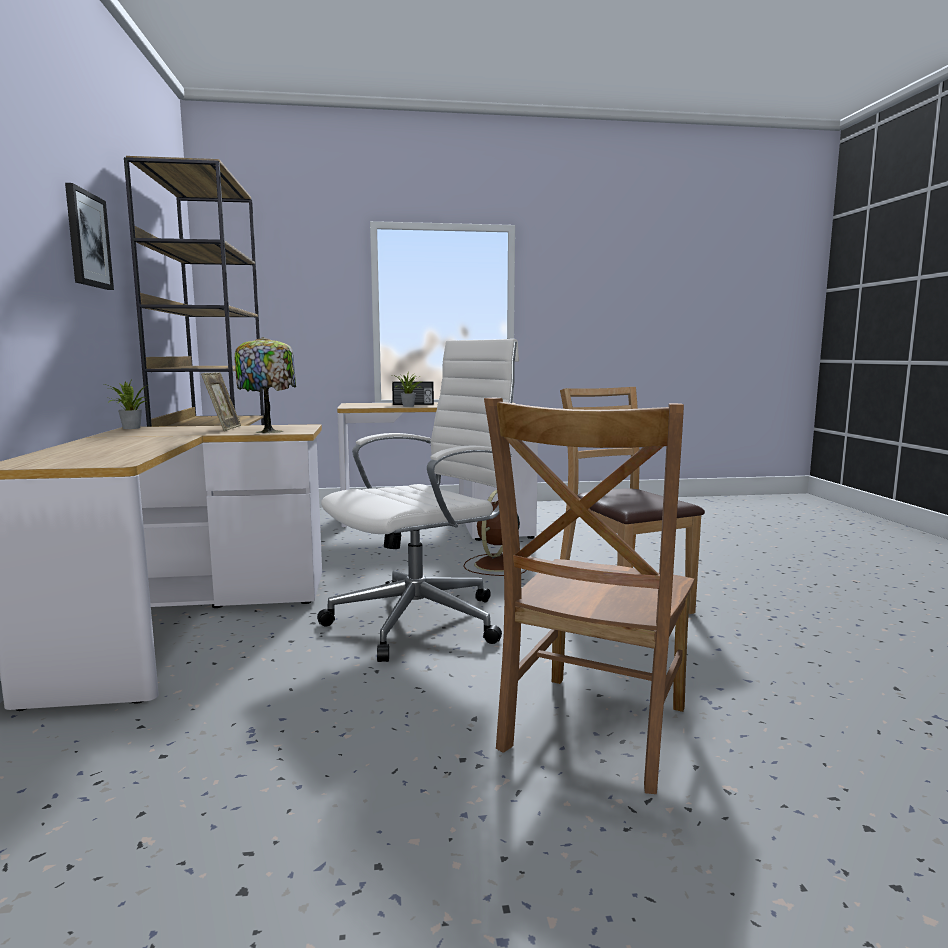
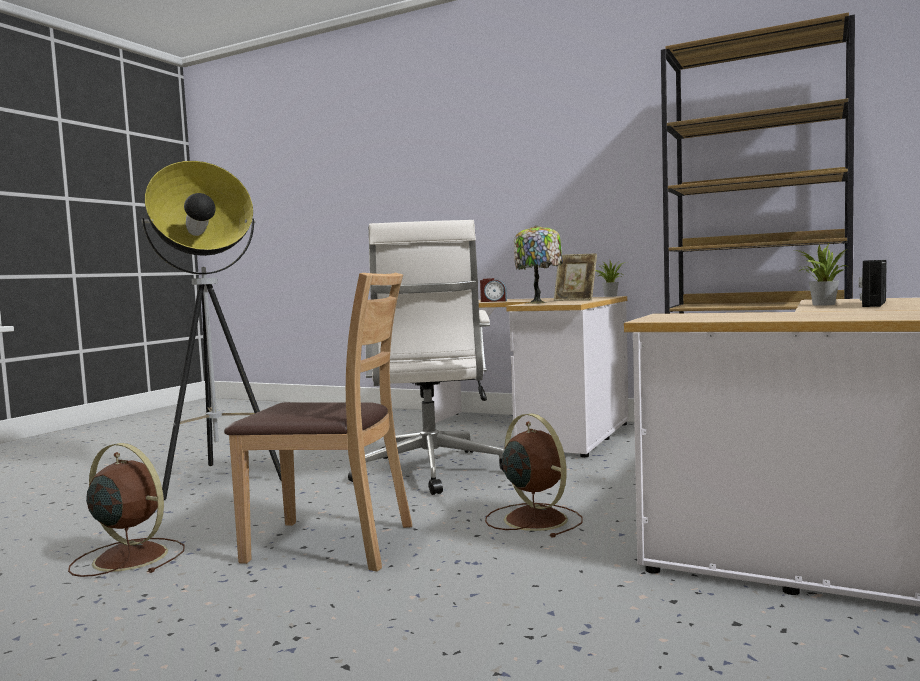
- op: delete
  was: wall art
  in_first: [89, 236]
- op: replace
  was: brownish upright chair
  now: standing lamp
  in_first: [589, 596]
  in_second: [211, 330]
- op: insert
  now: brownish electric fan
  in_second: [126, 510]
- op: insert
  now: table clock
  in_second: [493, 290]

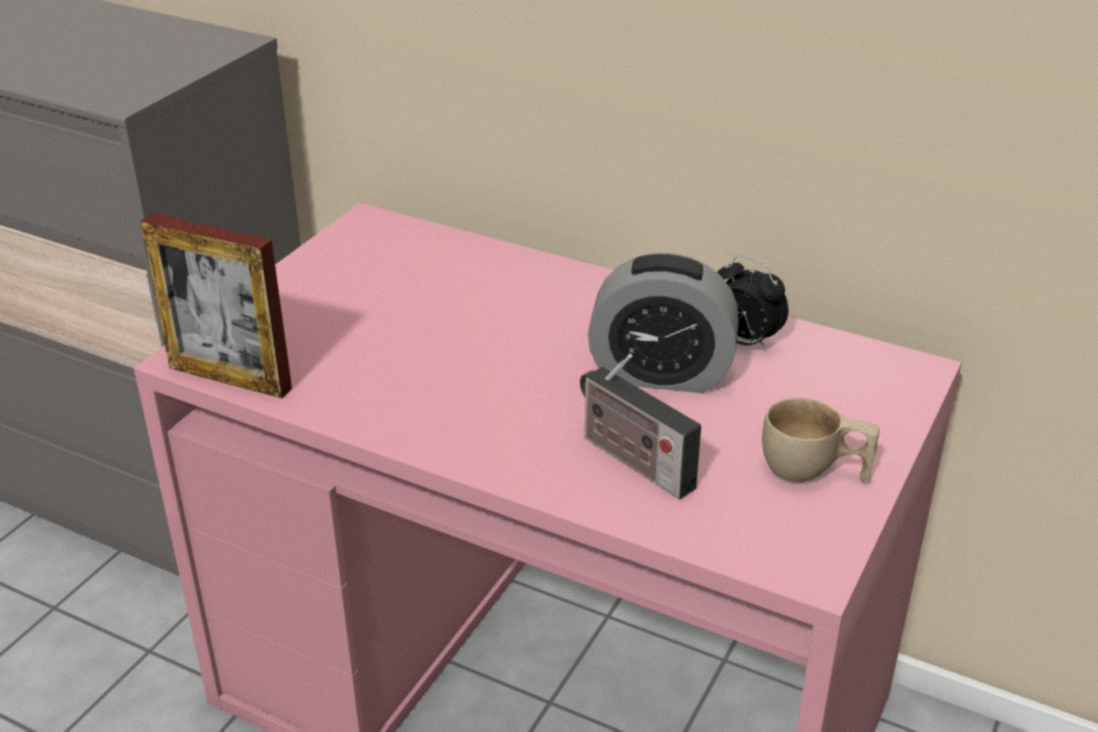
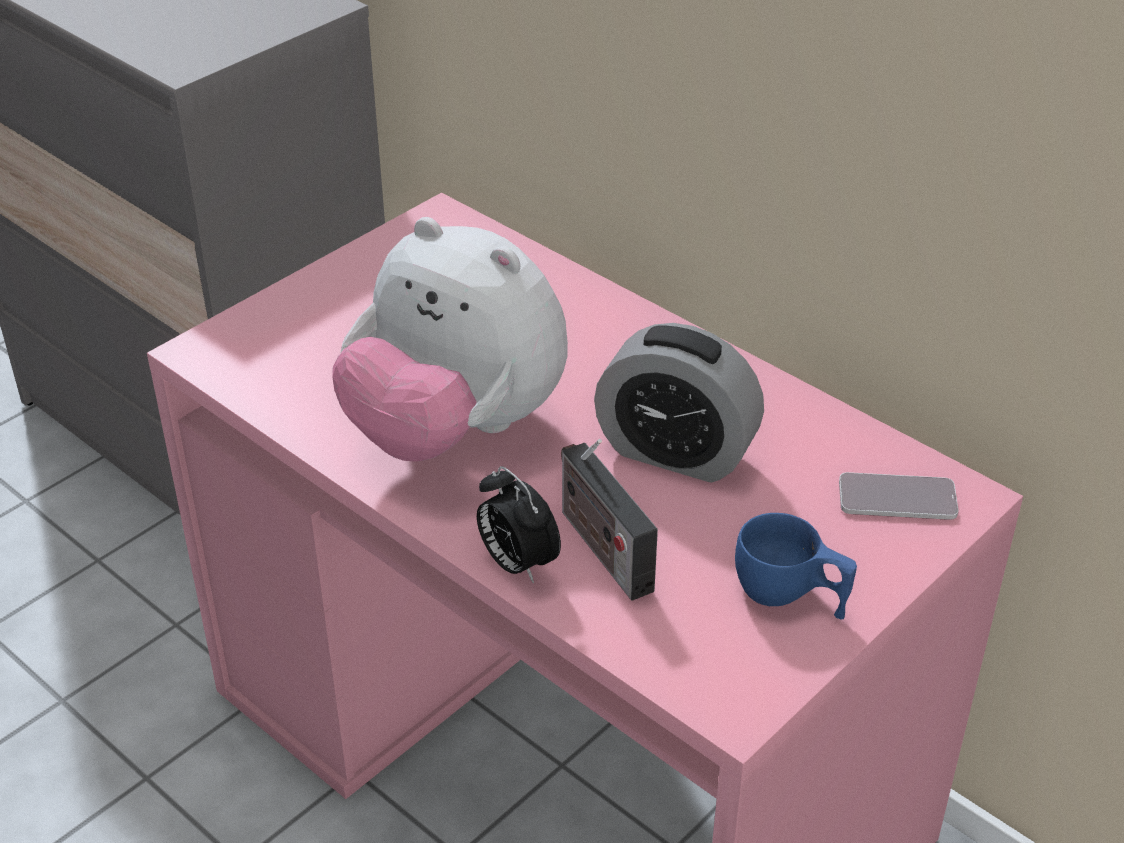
- op: delete
  was: standing frame
  in_first: [216, 305]
- op: move
  was: table clock
  in_first: [753, 304]
  in_second: [519, 524]
- op: recolor
  was: sand-coloured drinking cup
  now: blue drinking cup
  in_first: [821, 440]
  in_second: [796, 566]
- op: insert
  now: cuddly toy
  in_second: [450, 339]
- op: insert
  now: telephone
  in_second: [899, 496]

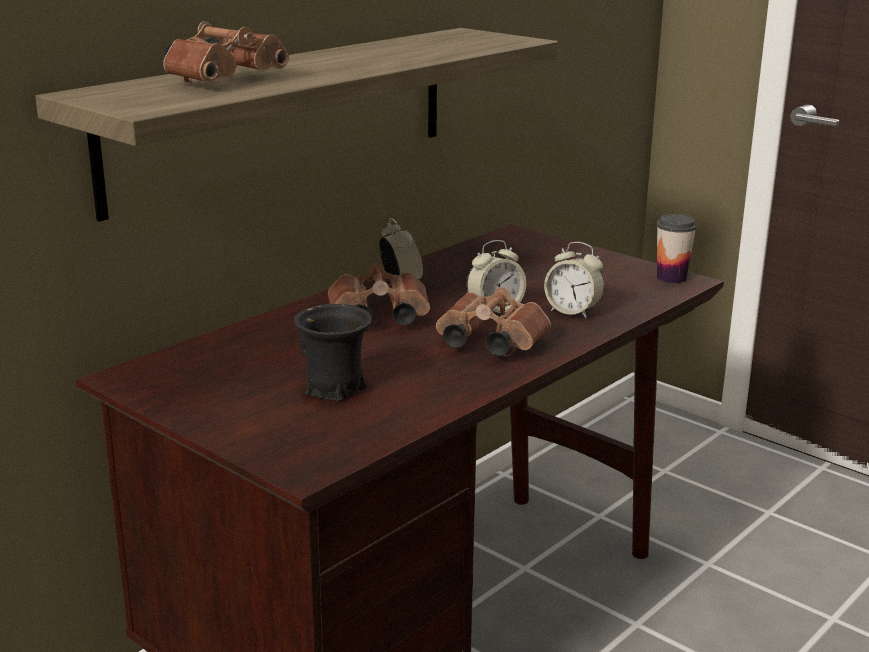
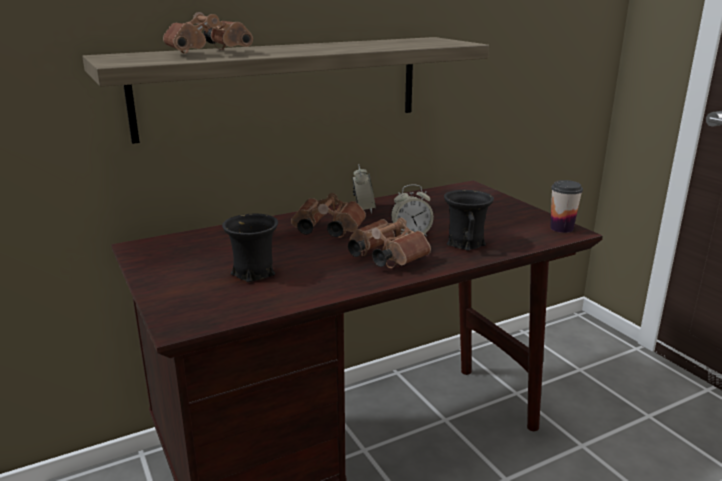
- op: replace
  was: table clock
  now: black mug
  in_first: [574, 280]
  in_second: [469, 220]

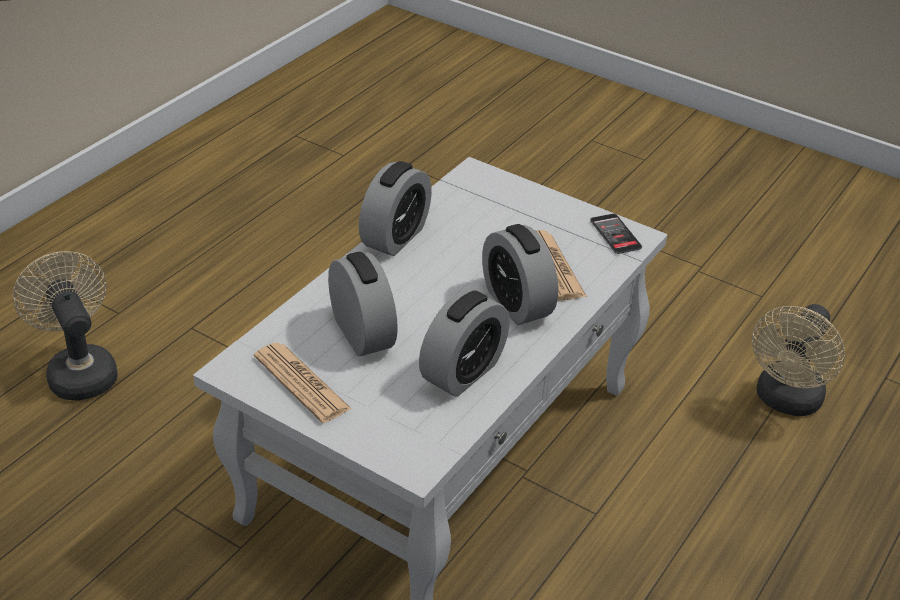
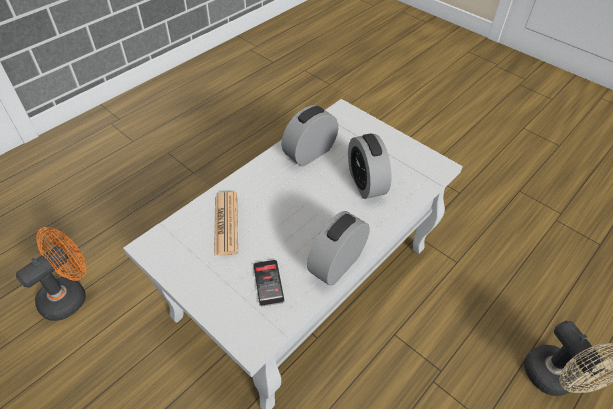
- op: delete
  was: daily paper
  in_first: [303, 383]
- op: delete
  was: table clock
  in_first: [520, 274]
- op: move
  was: telephone
  in_first: [616, 234]
  in_second: [268, 283]
- op: recolor
  was: sand-coloured electric fan
  now: orange electric fan
  in_first: [798, 360]
  in_second: [51, 274]

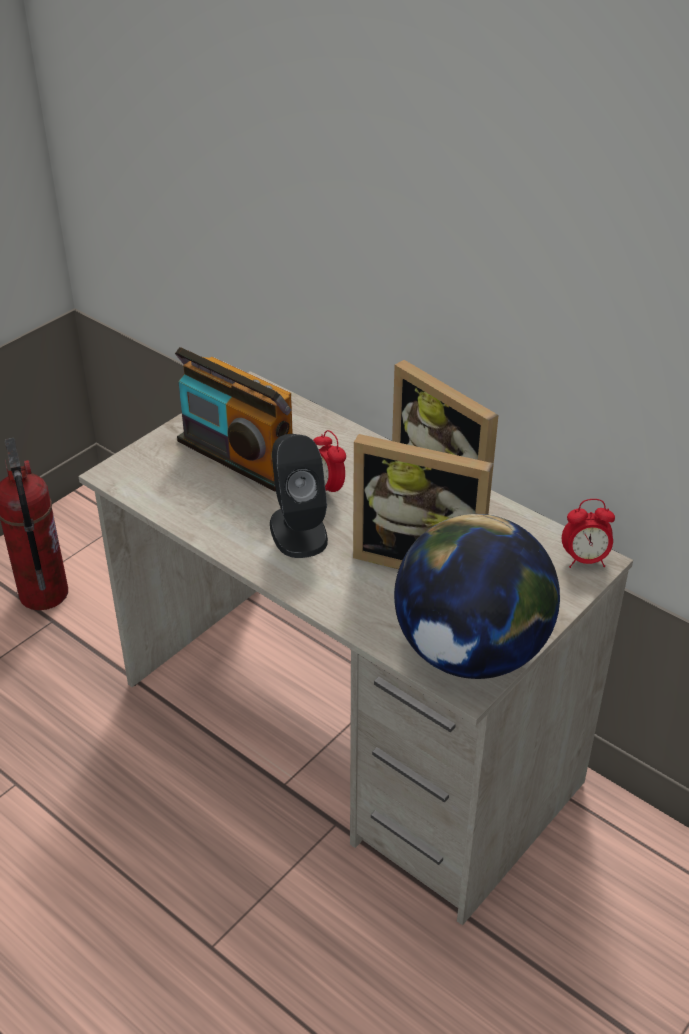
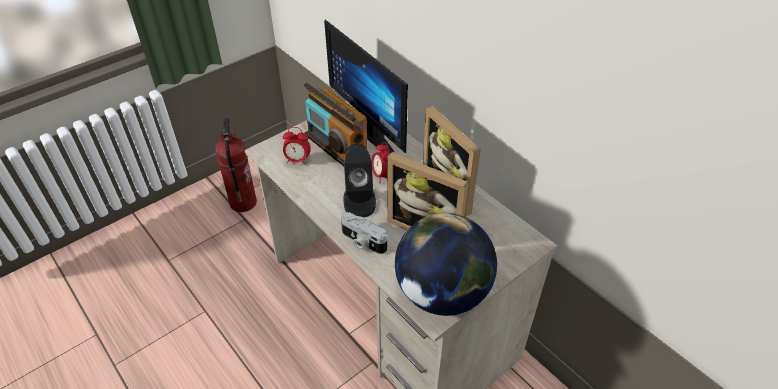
- op: move
  was: table clock
  in_first: [588, 533]
  in_second: [297, 146]
- op: insert
  now: monitor
  in_second: [366, 86]
- op: insert
  now: still camera
  in_second: [364, 233]

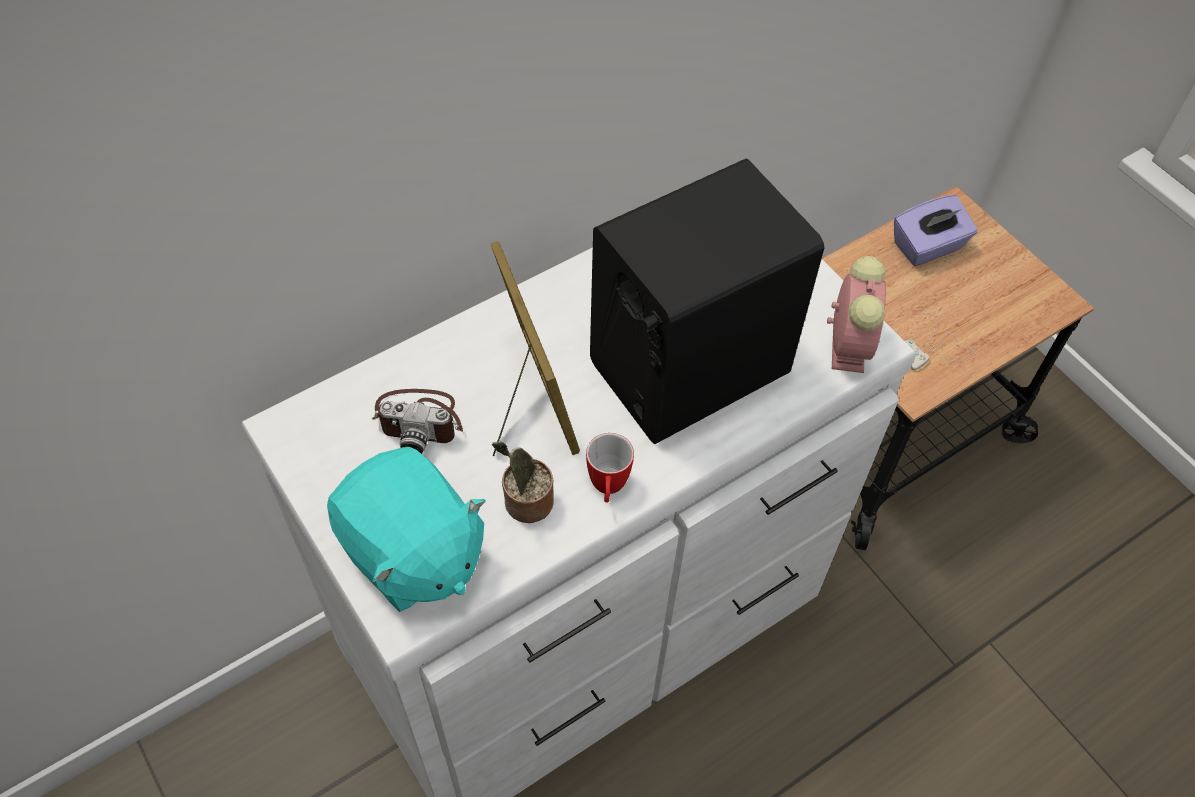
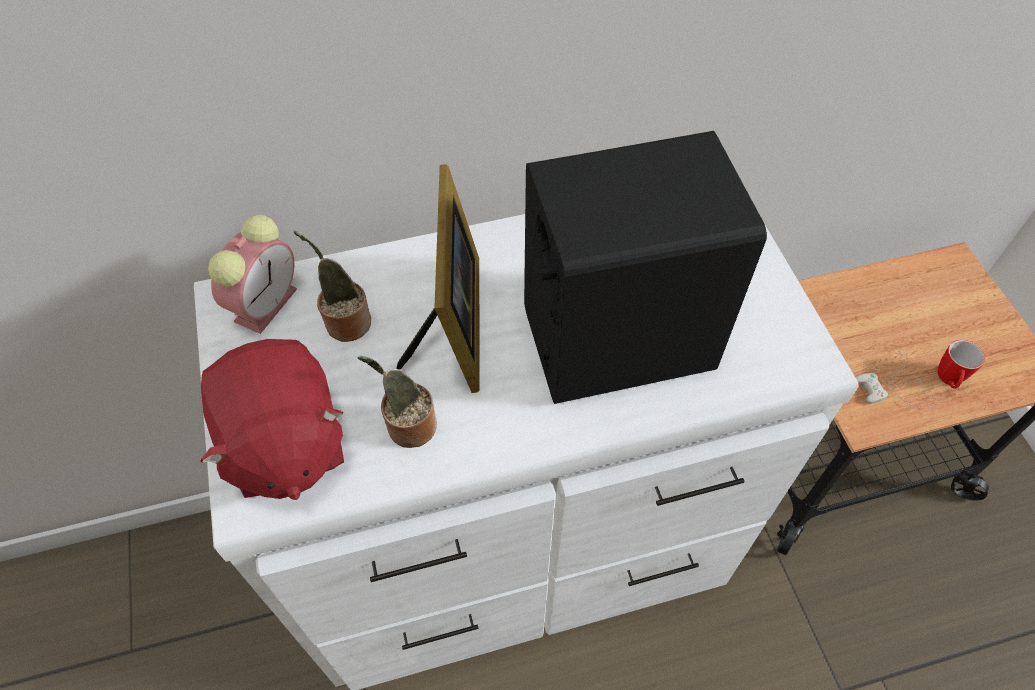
- op: recolor
  was: turquoise-coloured cuddly toy
  now: red-coloured cuddly toy
  in_first: [406, 529]
  in_second: [272, 419]
- op: replace
  was: still camera
  now: plant in a pot
  in_first: [417, 421]
  in_second: [332, 286]
- op: move
  was: mug
  in_first: [610, 468]
  in_second: [961, 364]
- op: move
  was: table clock
  in_first: [856, 314]
  in_second: [252, 274]
- op: delete
  was: purple-coloured tissue box
  in_first: [936, 230]

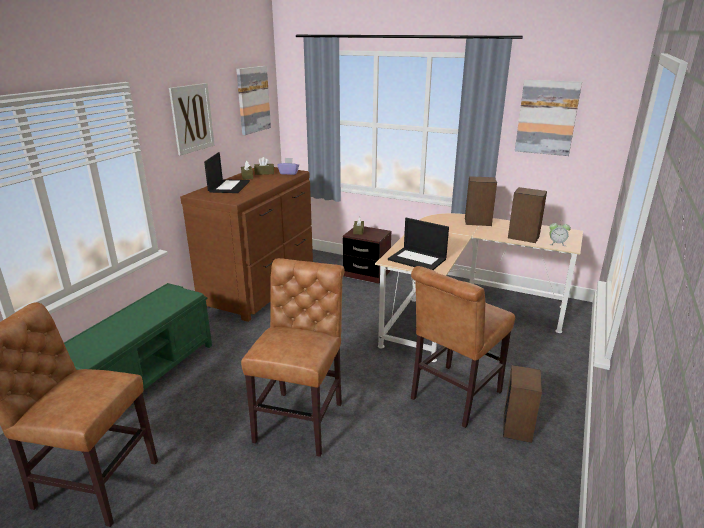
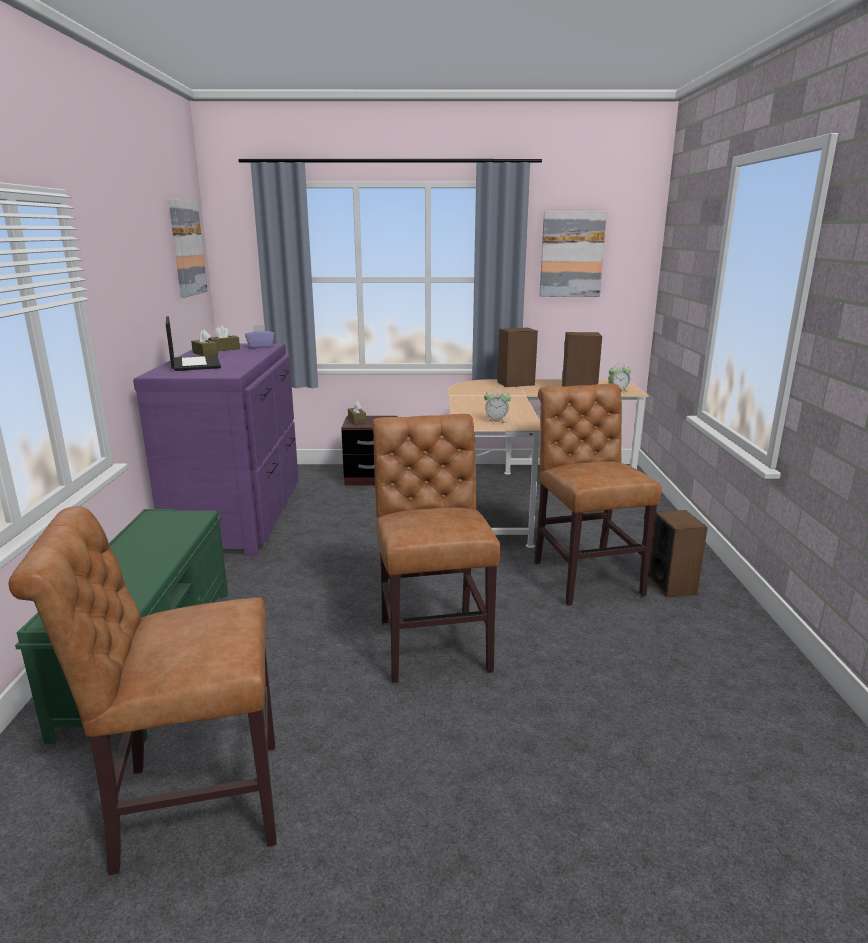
- op: delete
  was: wall art
  in_first: [192, 119]
- op: recolor
  was: brownish drawer chest
  now: purple-coloured drawer chest
  in_first: [246, 244]
  in_second: [216, 450]
- op: replace
  was: laptop
  now: table clock
  in_first: [418, 244]
  in_second: [497, 405]
- op: rotate
  was: brownish upright chair
  in_first: [463, 347]
  in_second: [598, 495]
  clockwise: 150

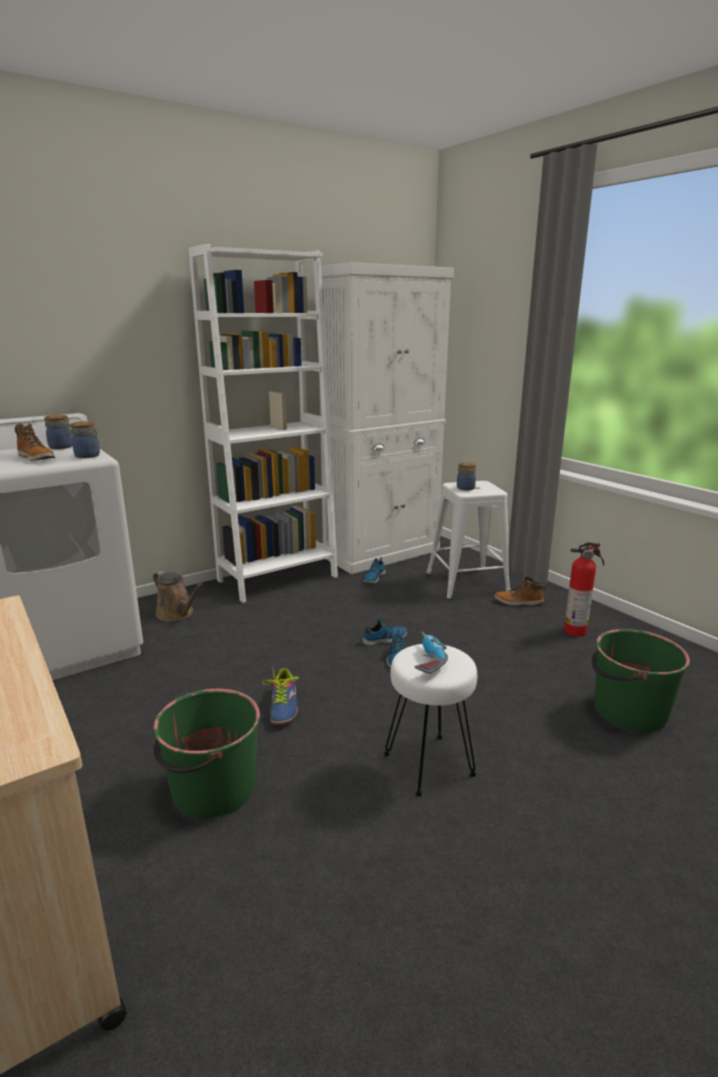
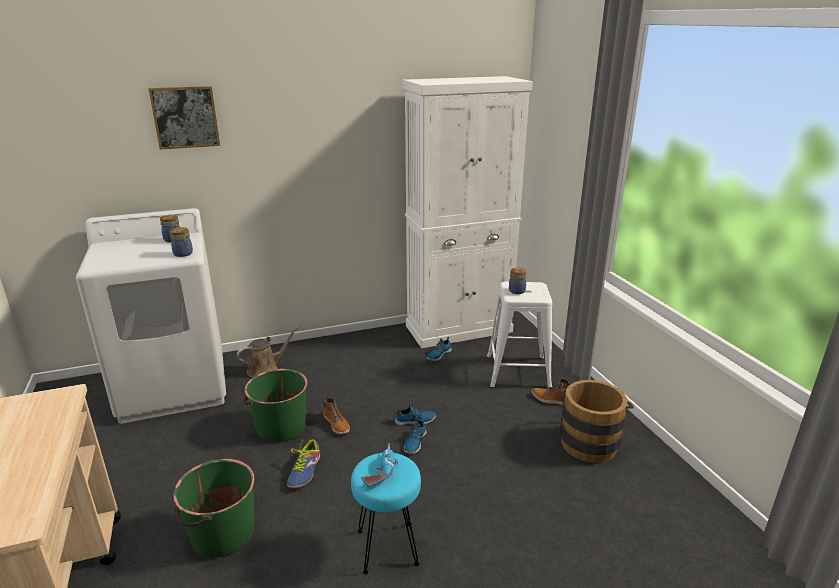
- op: move
  was: high-top boot
  in_first: [35, 442]
  in_second: [336, 415]
- op: rotate
  was: brownish sprinkling can
  in_first: [178, 596]
  in_second: [268, 351]
  clockwise: -90
- op: delete
  was: whitish bookcase
  in_first: [263, 423]
- op: recolor
  was: whitish sitting stool
  now: turquoise-coloured sitting stool
  in_first: [430, 720]
  in_second: [386, 513]
- op: replace
  was: fire-fighting cylinder
  now: brownish pail
  in_first: [584, 589]
  in_second: [596, 421]
- op: move
  was: green-coloured pail
  in_first: [640, 680]
  in_second: [275, 405]
- op: insert
  now: wall art
  in_second: [184, 118]

